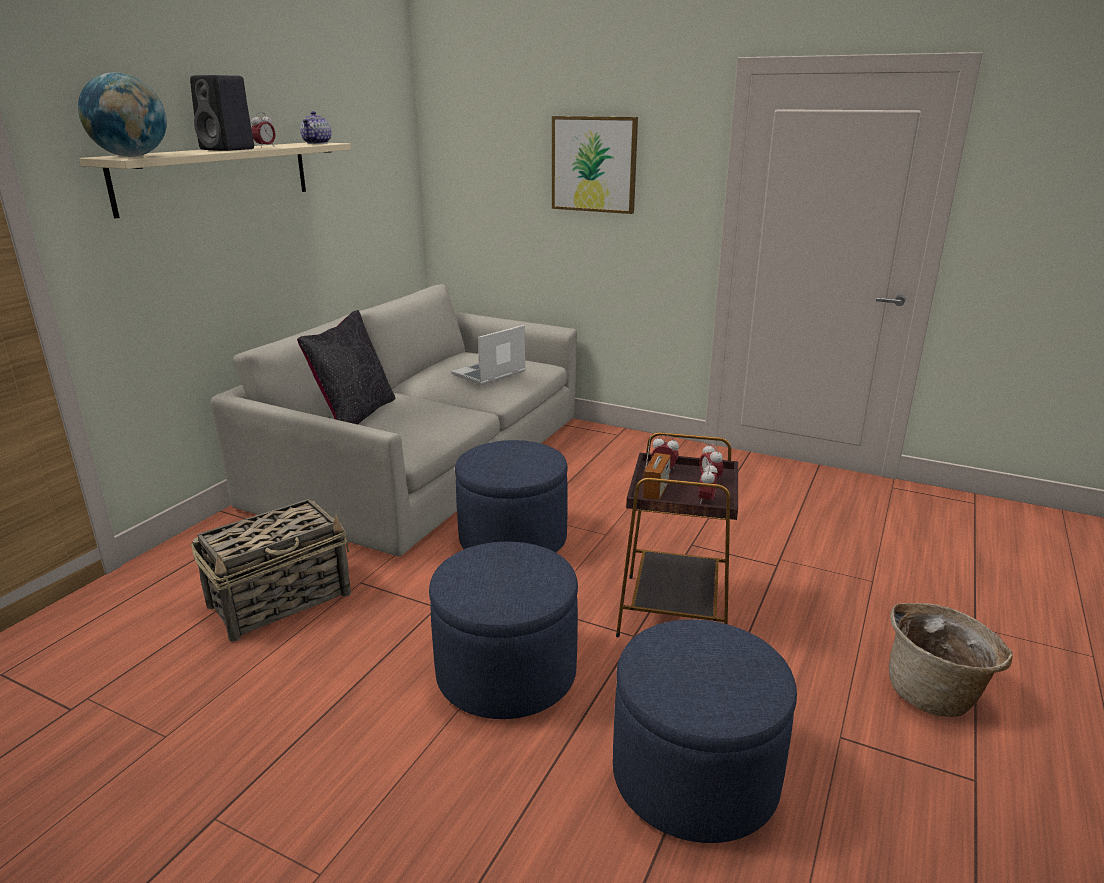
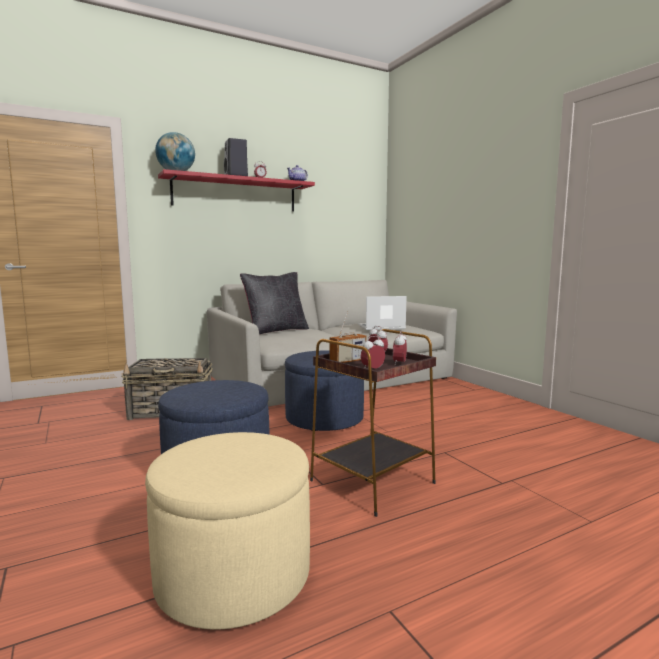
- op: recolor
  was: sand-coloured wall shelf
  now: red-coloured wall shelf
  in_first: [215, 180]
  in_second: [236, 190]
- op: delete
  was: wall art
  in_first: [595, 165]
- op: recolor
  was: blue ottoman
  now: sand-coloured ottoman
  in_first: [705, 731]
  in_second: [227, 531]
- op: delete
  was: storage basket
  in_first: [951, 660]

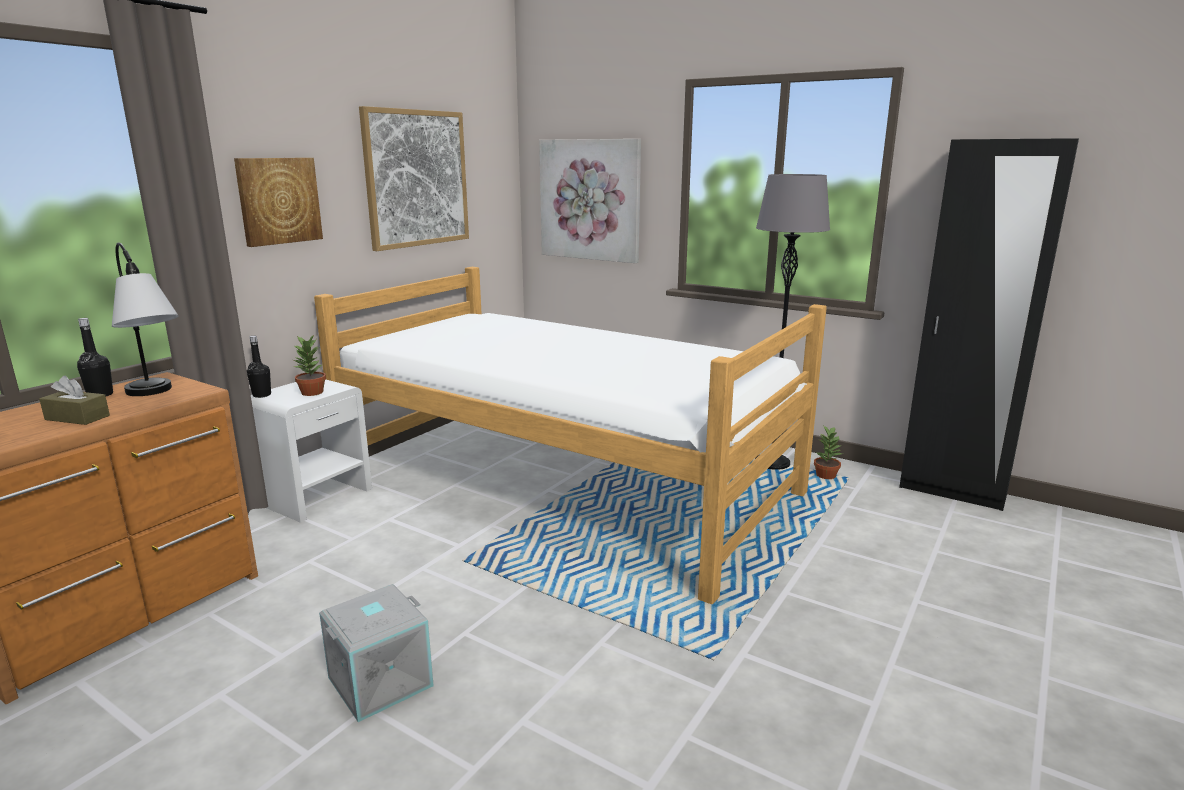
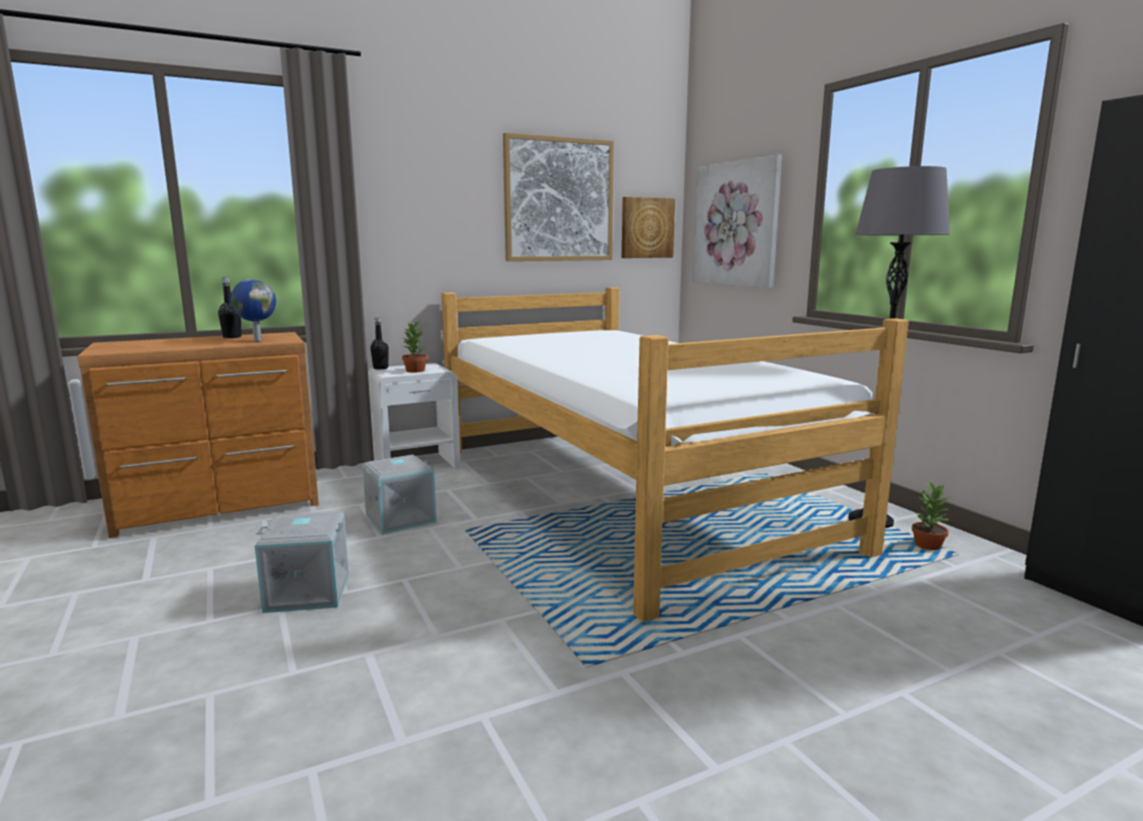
- op: delete
  was: brownish tissue box
  in_first: [74, 400]
- op: replace
  was: tabletop lamp
  now: desk globe
  in_first: [145, 319]
  in_second: [253, 310]
- op: move
  was: wall art
  in_first: [278, 202]
  in_second: [648, 227]
- op: insert
  now: greyish storage container
  in_second: [399, 494]

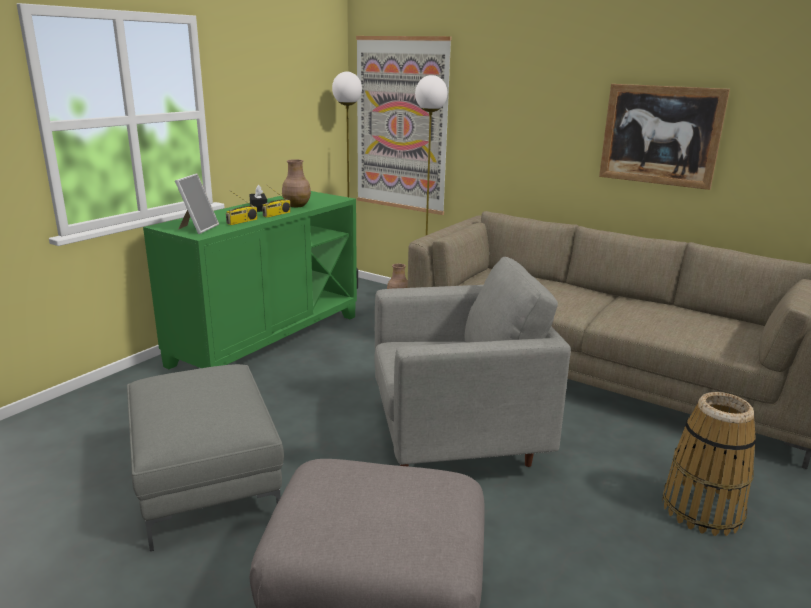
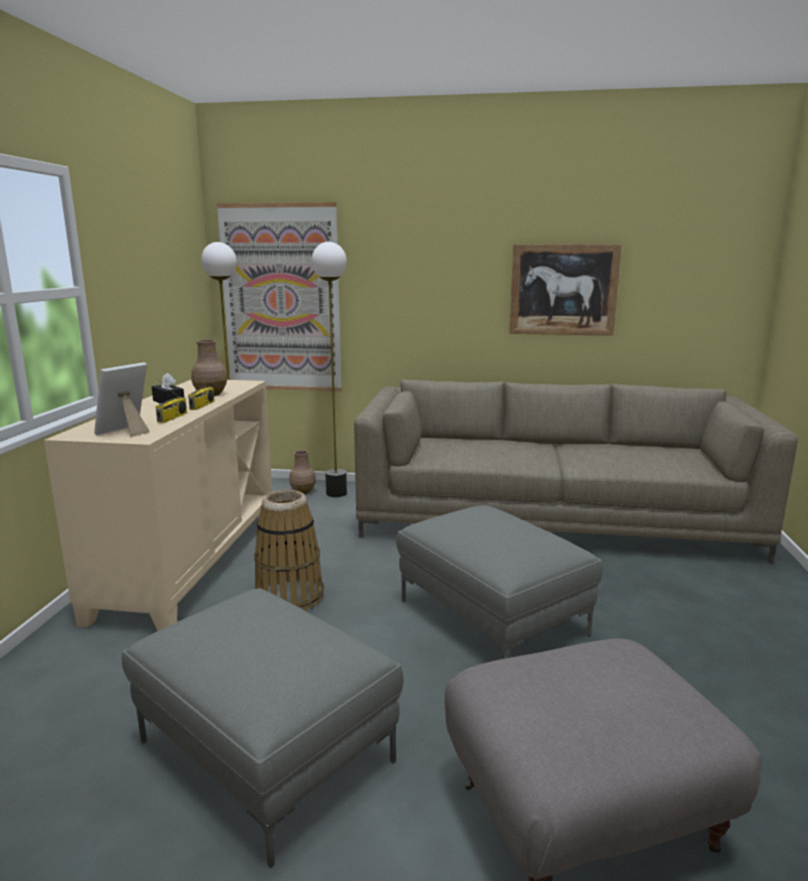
- op: recolor
  was: green-coloured cupboard
  now: sand-coloured cupboard
  in_first: [250, 280]
  in_second: [158, 505]
- op: rotate
  was: standing frame
  in_first: [197, 204]
  in_second: [122, 399]
  clockwise: -135
- op: replace
  was: greyish easy chair
  now: greyish ottoman
  in_first: [472, 362]
  in_second: [499, 582]
- op: move
  was: storage basket
  in_first: [709, 464]
  in_second: [289, 550]

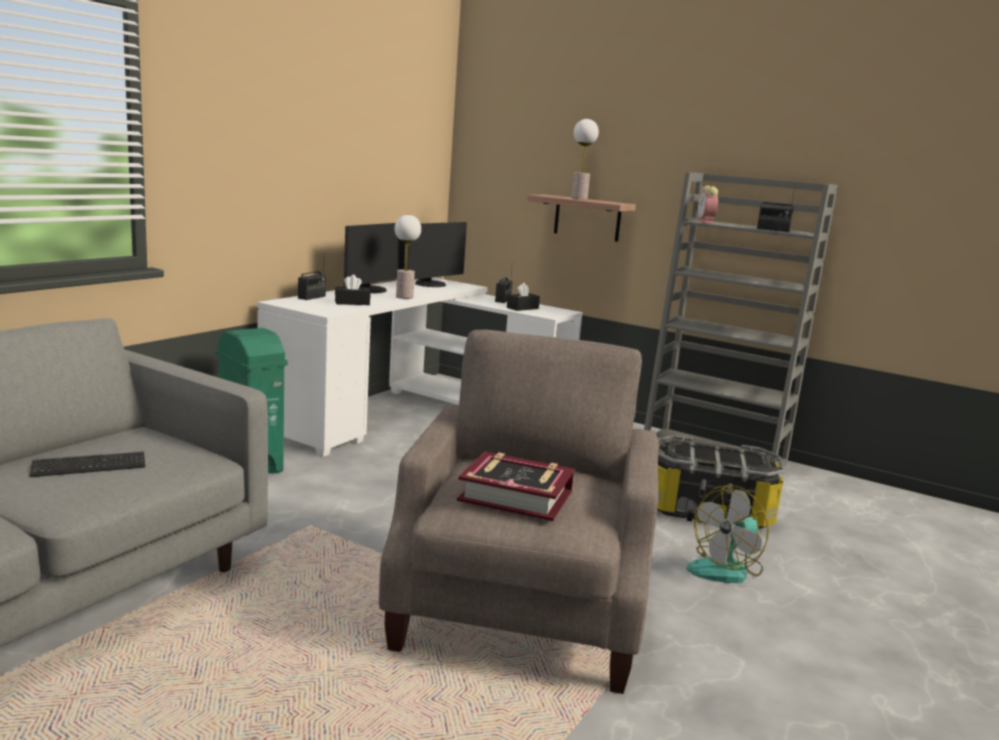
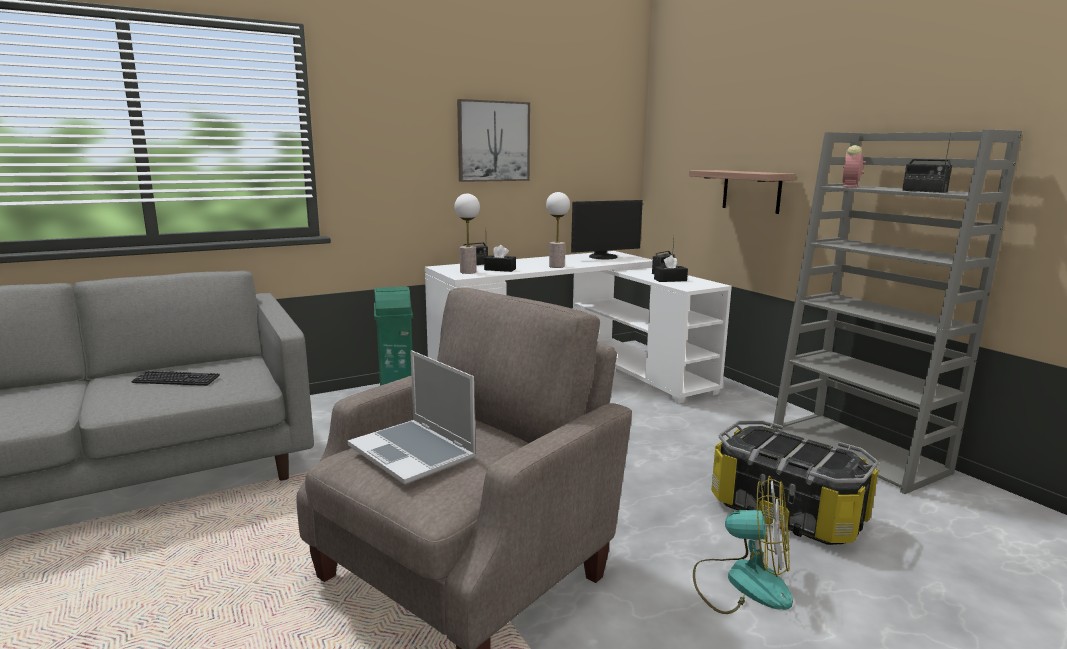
- op: delete
  was: monitor
  in_first: [374, 258]
- op: replace
  was: book
  now: laptop
  in_first: [515, 486]
  in_second: [411, 417]
- op: move
  was: tabletop lamp
  in_first: [585, 159]
  in_second: [467, 234]
- op: rotate
  was: electric fan
  in_first: [728, 534]
  in_second: [743, 545]
  clockwise: -150
- op: insert
  now: wall art
  in_second: [493, 140]

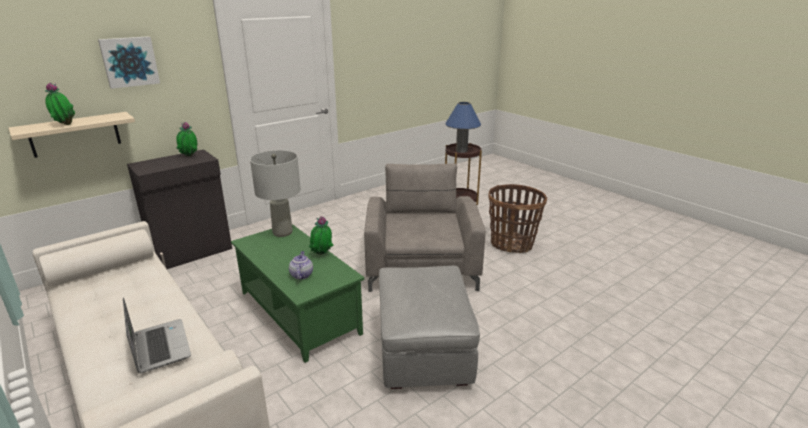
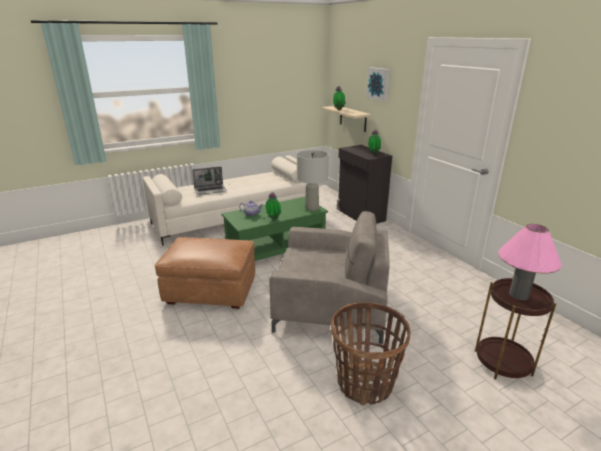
- op: recolor
  was: greyish ottoman
  now: brownish ottoman
  in_first: [429, 327]
  in_second: [205, 273]
- op: recolor
  was: blue tabletop lamp
  now: pink tabletop lamp
  in_first: [463, 127]
  in_second: [530, 262]

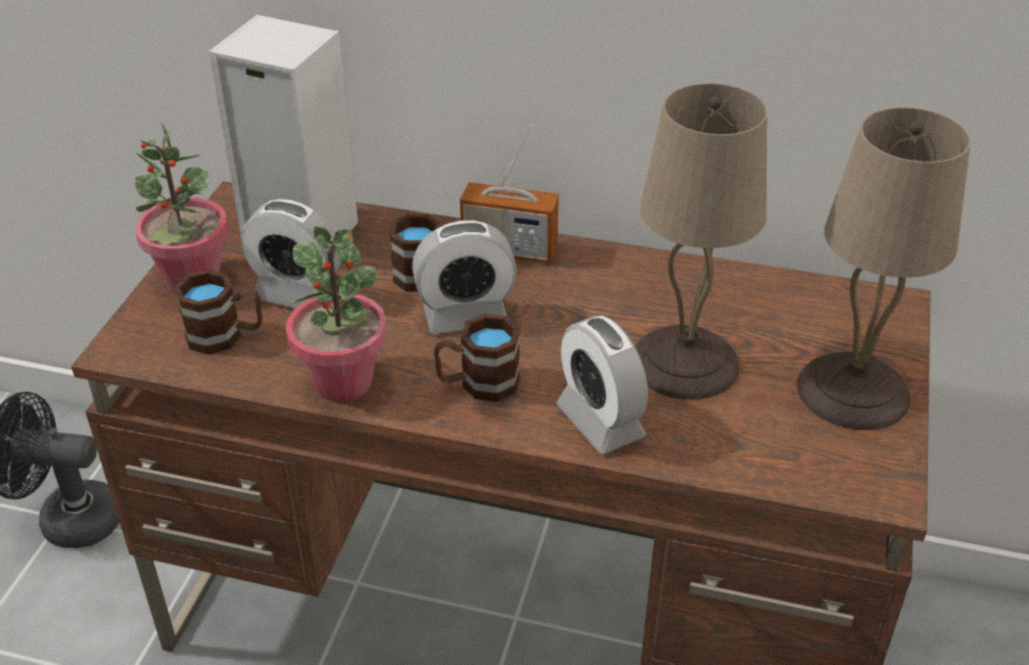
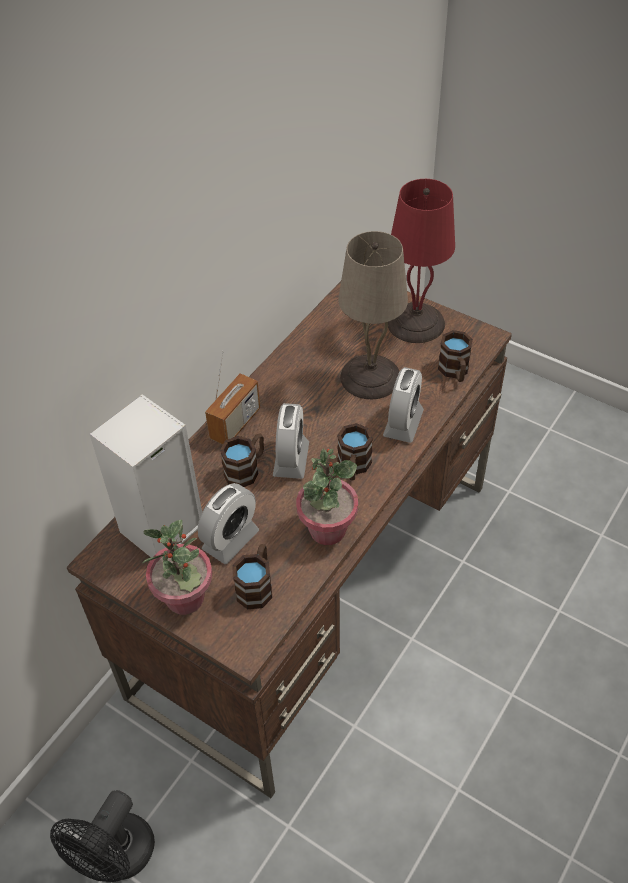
- op: rotate
  was: table clock
  in_first: [602, 385]
  in_second: [403, 405]
  clockwise: -60
- op: recolor
  was: sand-coloured tabletop lamp
  now: red-coloured tabletop lamp
  in_first: [884, 268]
  in_second: [421, 261]
- op: insert
  now: brownish mug
  in_second: [455, 356]

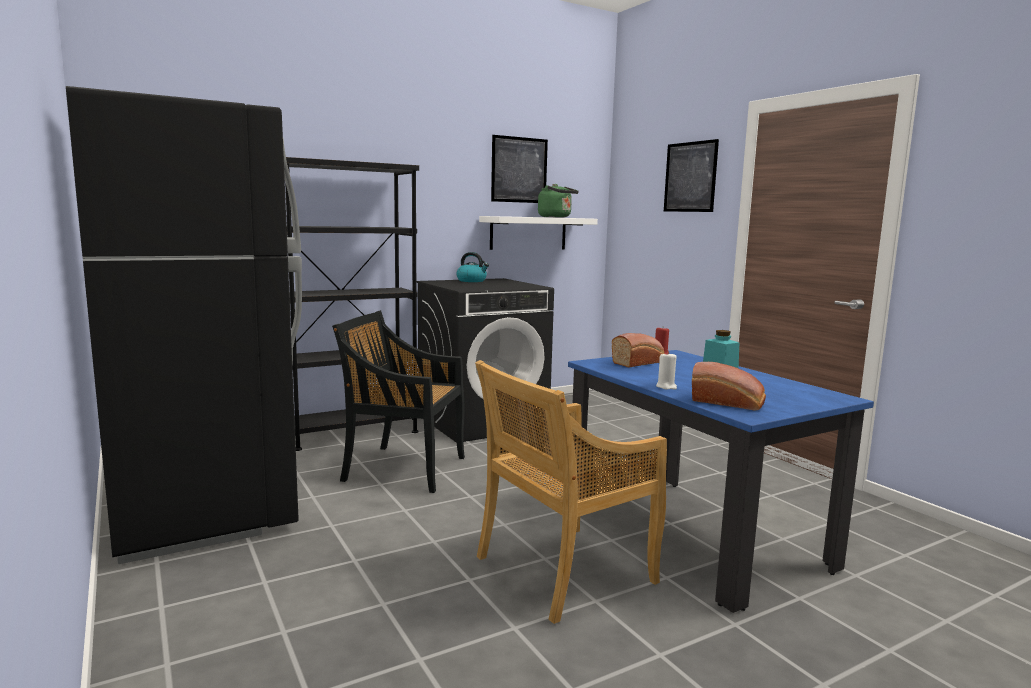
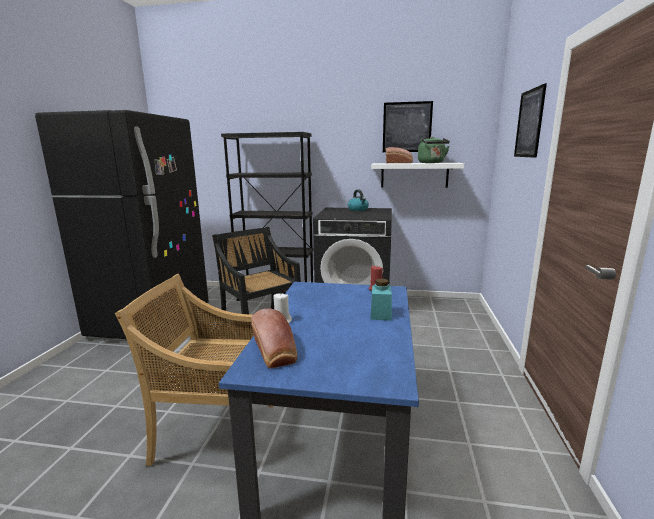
- op: move
  was: bread
  in_first: [638, 350]
  in_second: [399, 155]

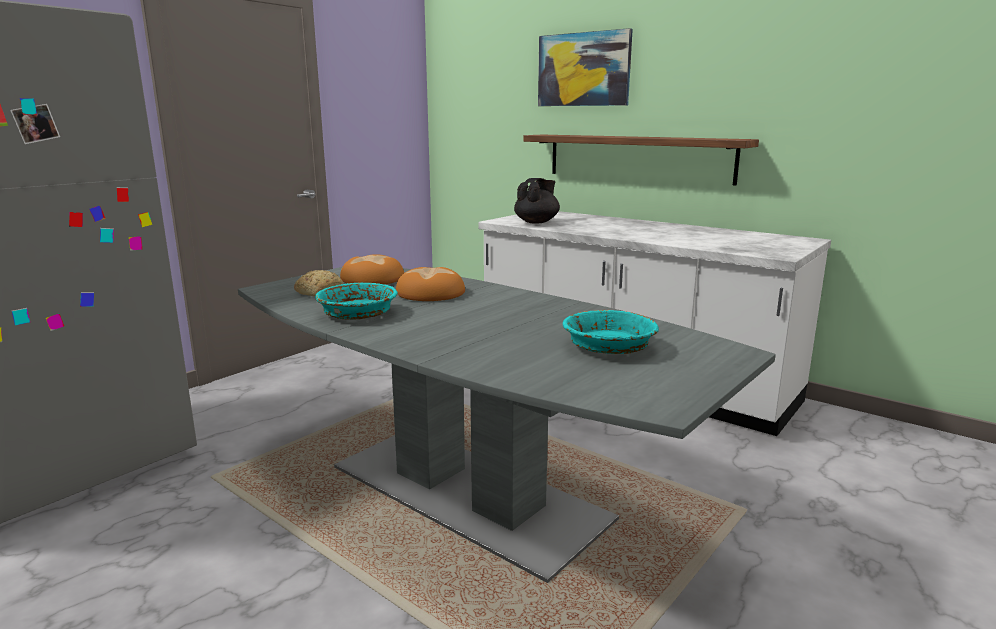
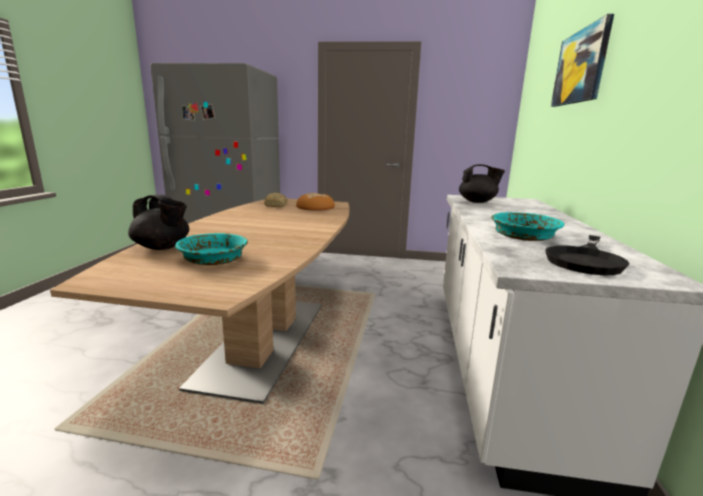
- op: recolor
  was: greyish kitchen table
  now: brownish kitchen table
  in_first: [507, 425]
  in_second: [199, 301]
- op: move
  was: turquoise-coloured serving bowl
  in_first: [356, 301]
  in_second: [527, 226]
- op: delete
  was: bread
  in_first: [430, 284]
- op: delete
  was: wall shelf
  in_first: [641, 160]
- op: insert
  now: black tea pot
  in_second: [158, 222]
- op: insert
  now: black pan
  in_second: [587, 255]

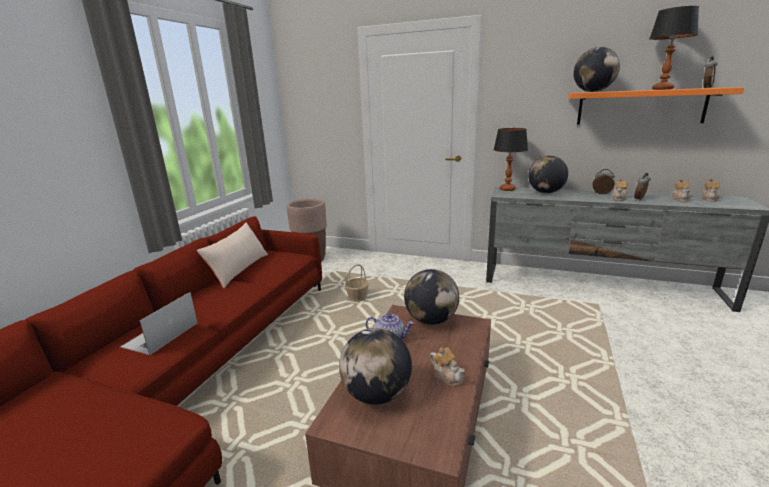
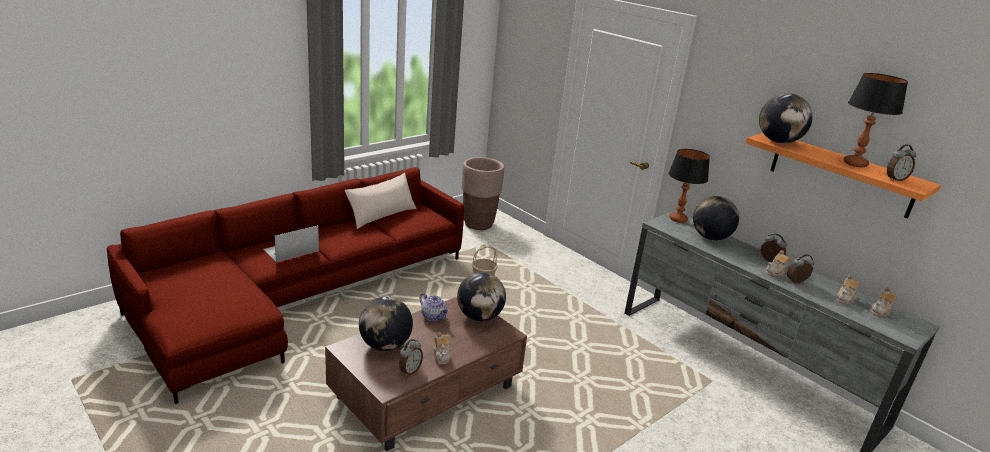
- op: insert
  now: table clock
  in_second: [411, 358]

